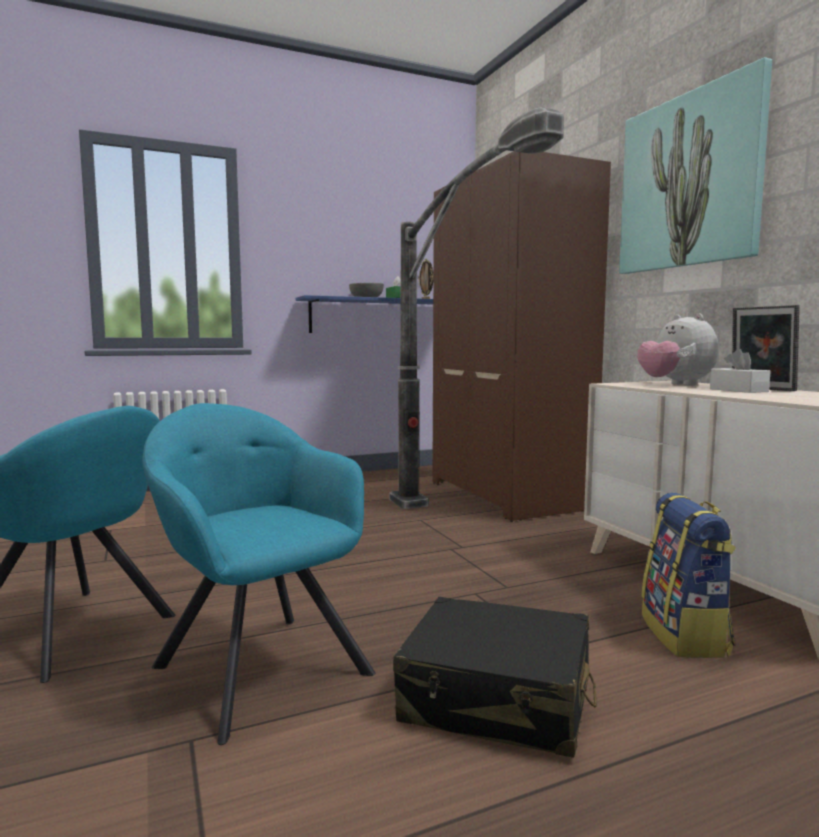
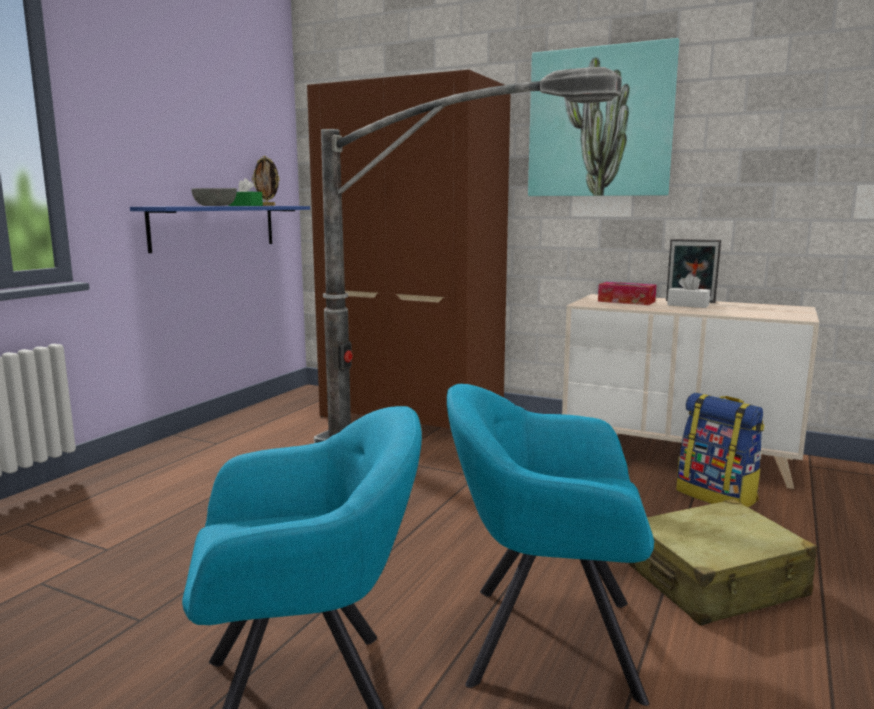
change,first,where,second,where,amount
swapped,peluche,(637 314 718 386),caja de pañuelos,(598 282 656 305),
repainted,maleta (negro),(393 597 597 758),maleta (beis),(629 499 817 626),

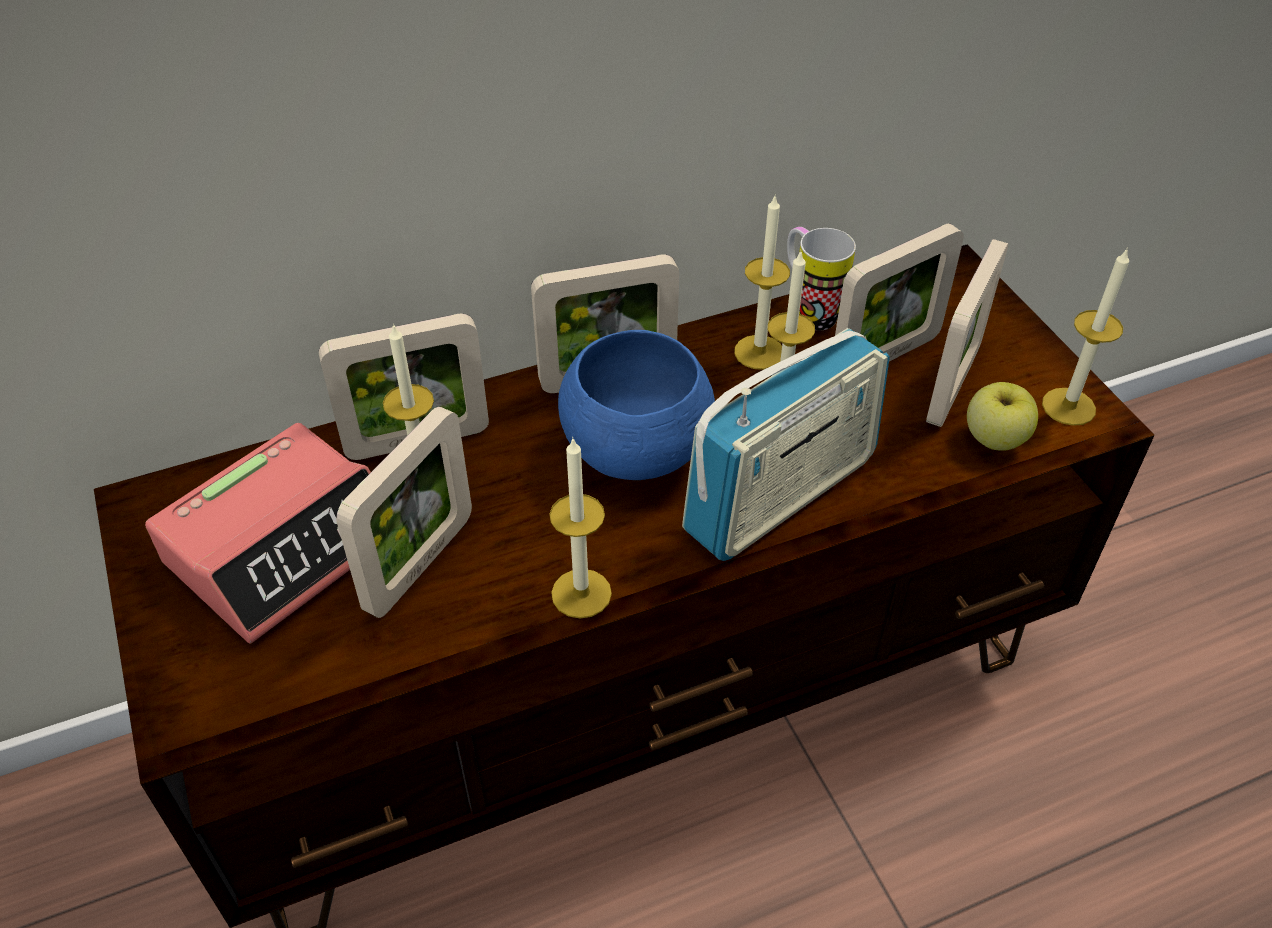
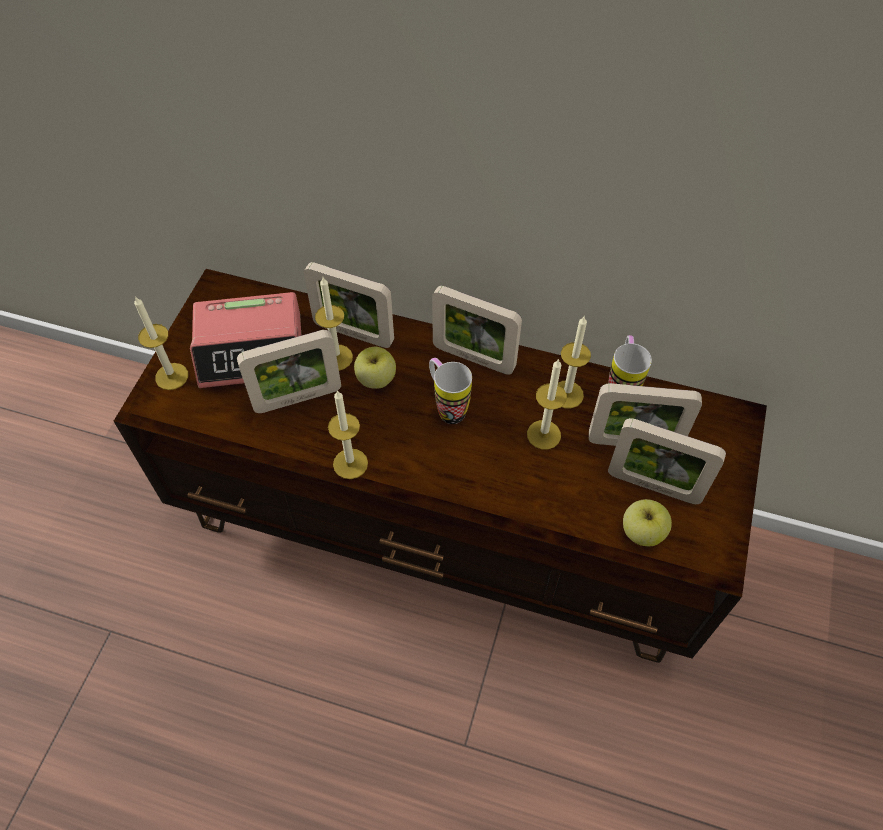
change,first,where,second,where,amount
rotated,portarretratos,(926 239 1008 427),,(608 418 726 504),45 degrees clockwise
shifted,vela,(1042 247 1129 426),,(134 296 188 390),
gone,radio,(682 328 890 561),,,
swapped,cuenco (azul),(558 330 715 480),taza grande,(429 358 472 424),
new,,,manzana,(354 347 396 389),

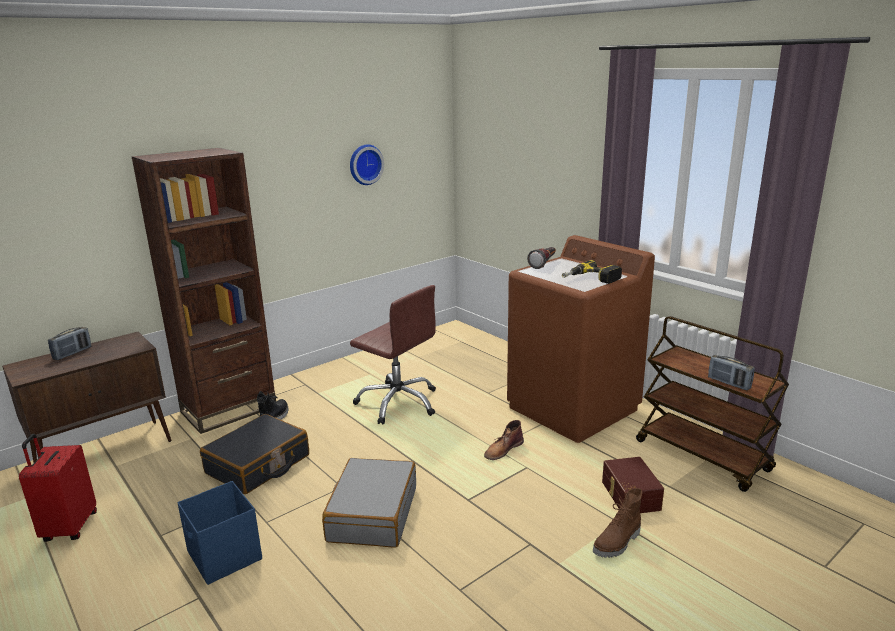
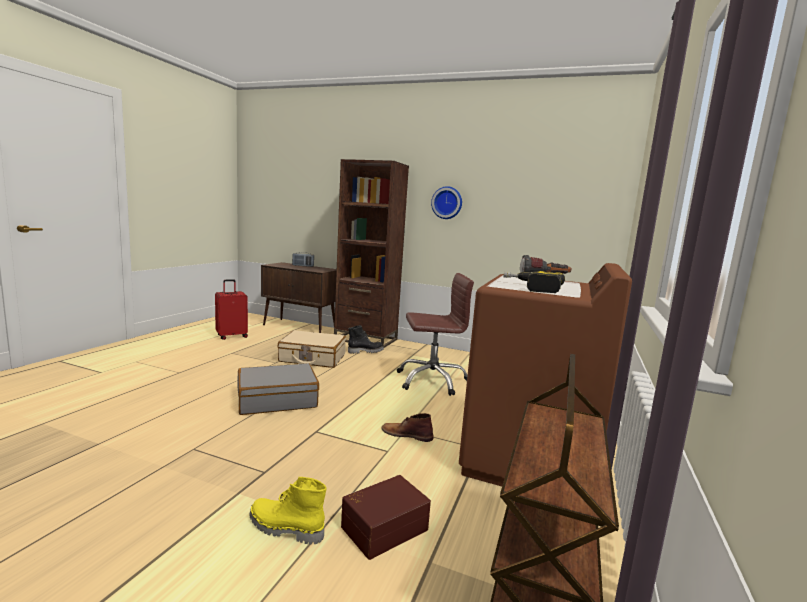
change,first,where,second,where,amount
shifted,reloj de pared,(350 145 384 185),,(431 186 462 219),
rotated,silla de oficina (marrón),(350 285 436 425),,(397 273 474 396),105 degrees counterclockwise
gone,radio,(708 355 755 390),,,
repainted,maleta (negro),(200 414 309 494),maleta (beis),(278 330 346 368),
gone,caja de almacenaje (azul),(177 481 262 585),,,
repainted,bota (marrón),(593 488 642 558),bota (amarillo),(249 477 327 545),

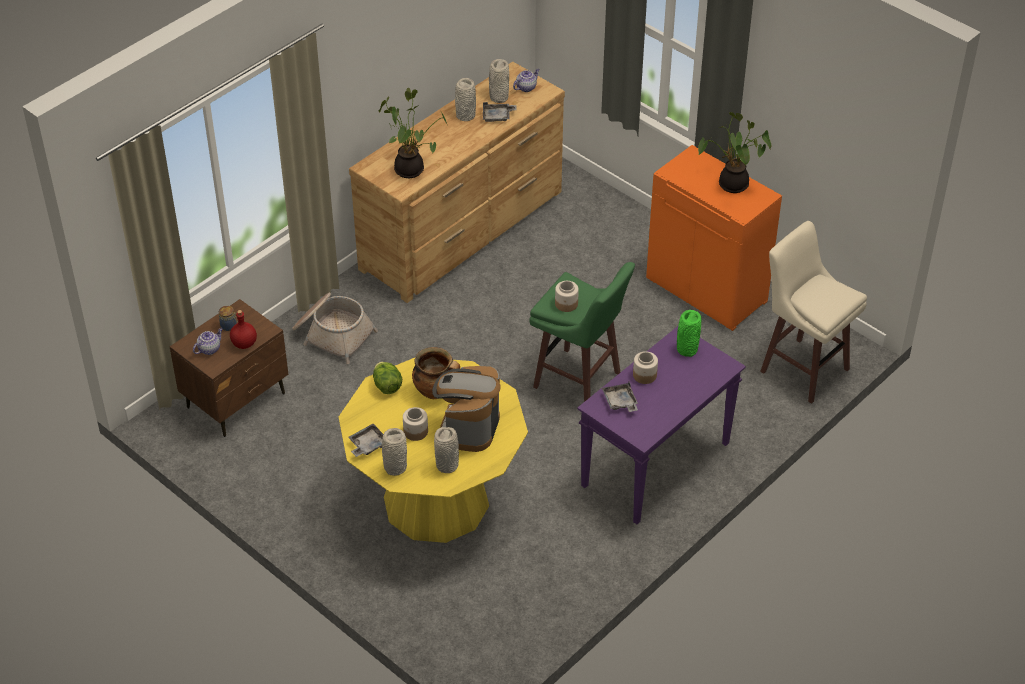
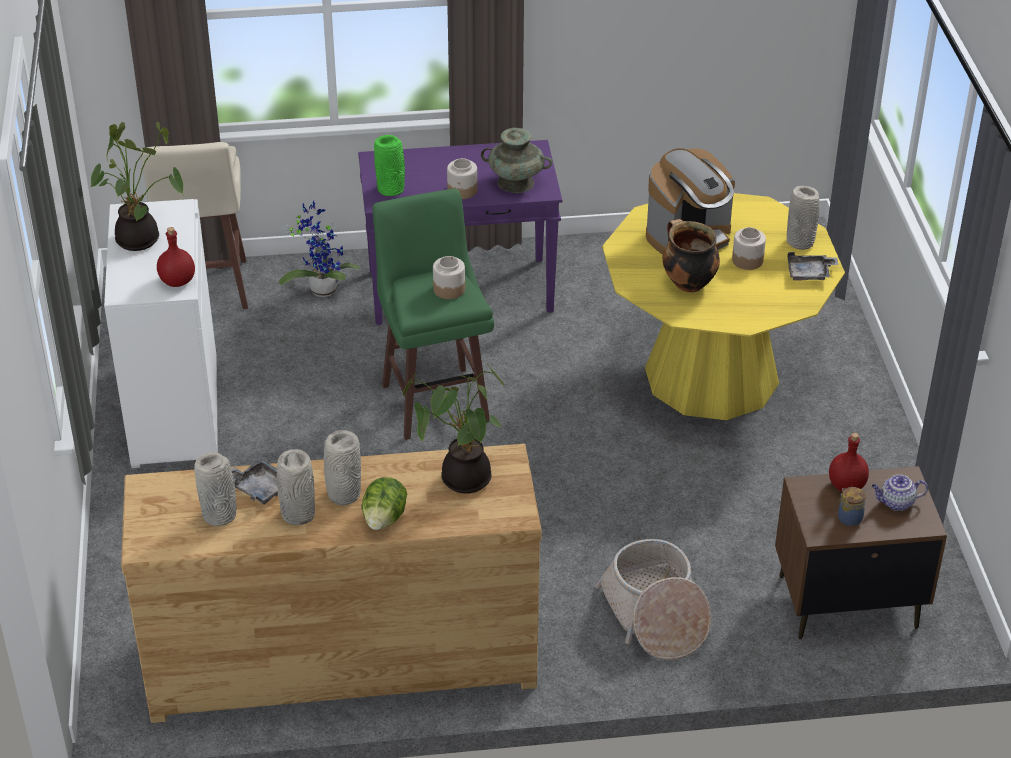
change,first,where,second,where,amount
gone,tetera,(513 69 540 92),,,
repainted,armario (naranja),(646 145 782 331),armario (blanco),(104 199 218 468),
shifted,lechuga,(373 362 402 394),,(362 477 407 530),
swapped,bandeja (gris),(602 382 638 412),florero (turquesa),(481 128 552 193),
shifted,florero (gris),(434 427 459 473),,(324 430 361 505),
new,,,planta en maceta,(279 200 360 297),
new,,,botella (rojo),(157 227 195 287),

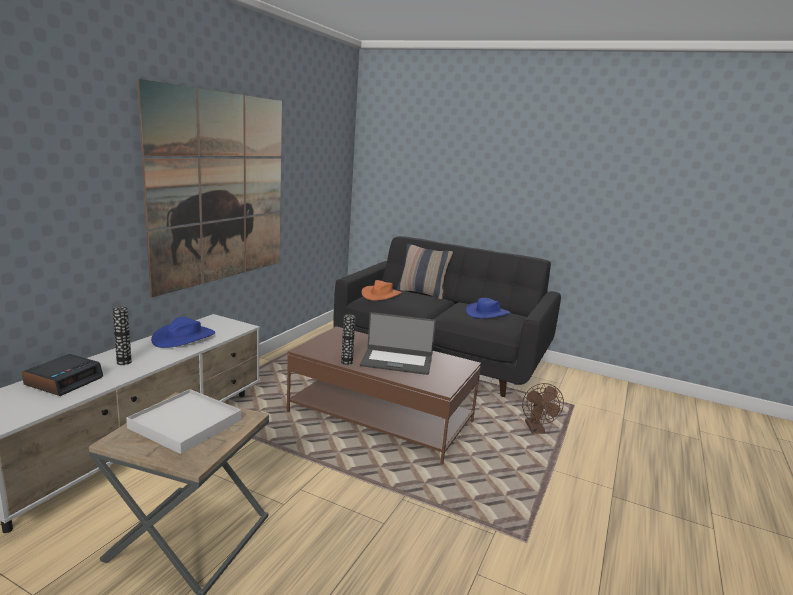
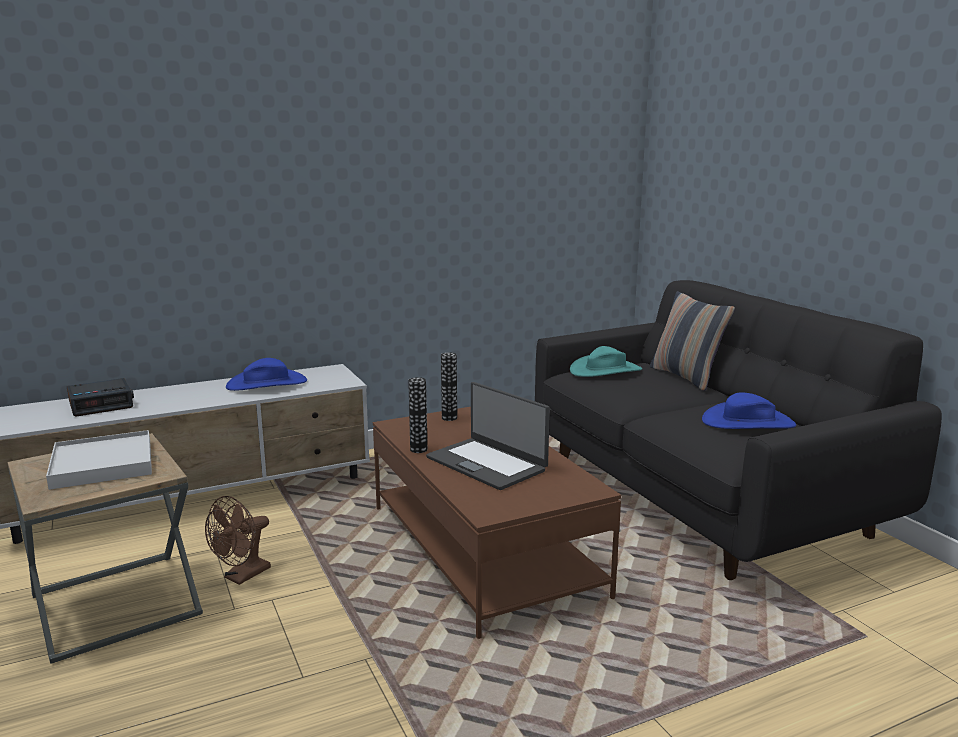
change,first,where,second,where,amount
gone,cuadro,(137 79 282 297),,,
repainted,sombrero (naranja),(361 280 402 301),sombrero (turquesa),(570 346 642 377),
shifted,florero,(112 307 132 365),,(441 353 457 421),
shifted,ventilador (marrón),(522 383 564 434),,(205 496 271 585),

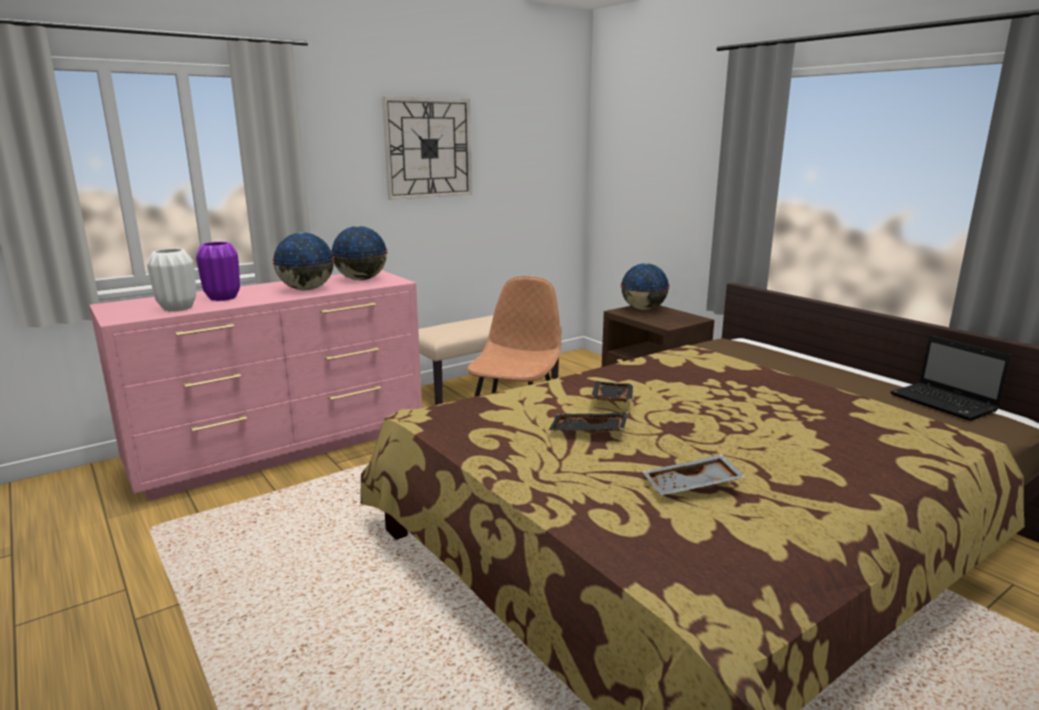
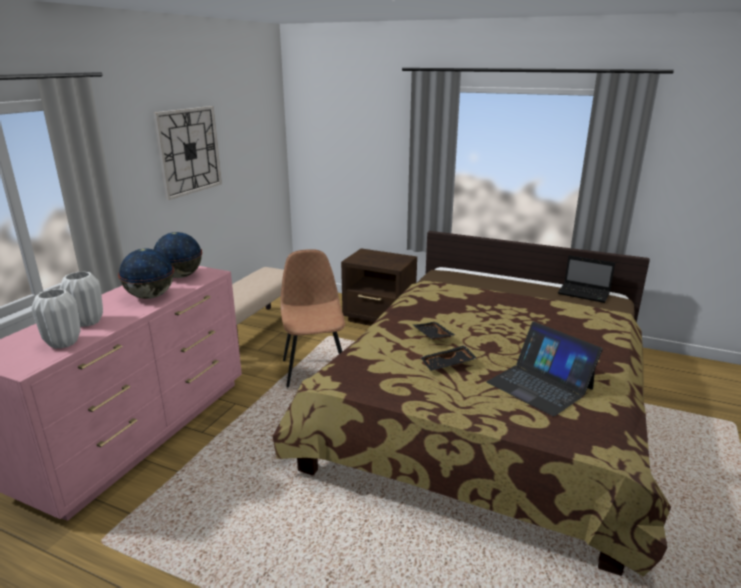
change,first,where,second,where,amount
repainted,florero (morado),(196 242 240 301),florero (blanco),(60 271 103 327),
gone,globo terráqueo,(621 263 670 310),,,
swapped,bandeja (gris),(643 454 746 495),portátil,(487 322 603 416),

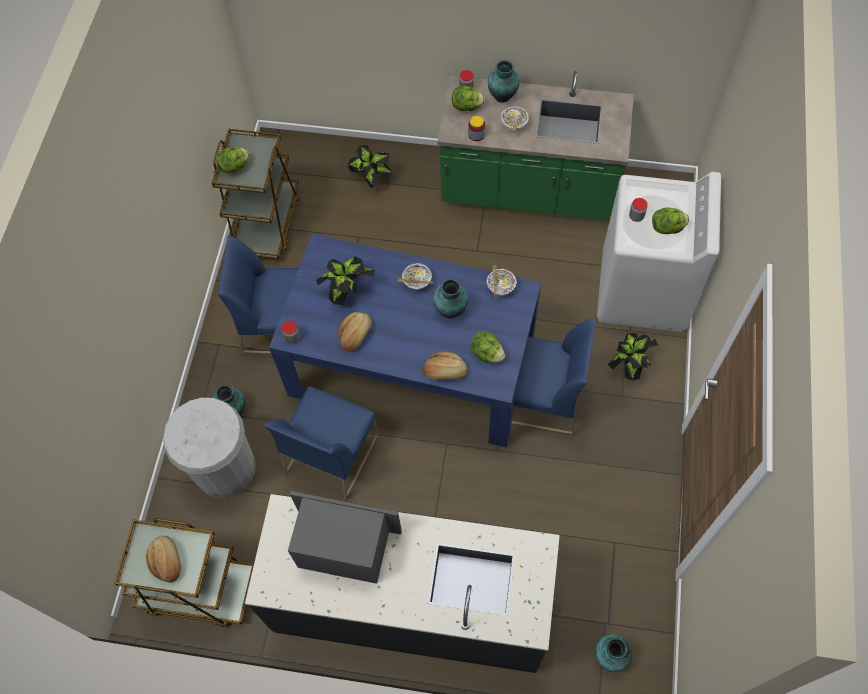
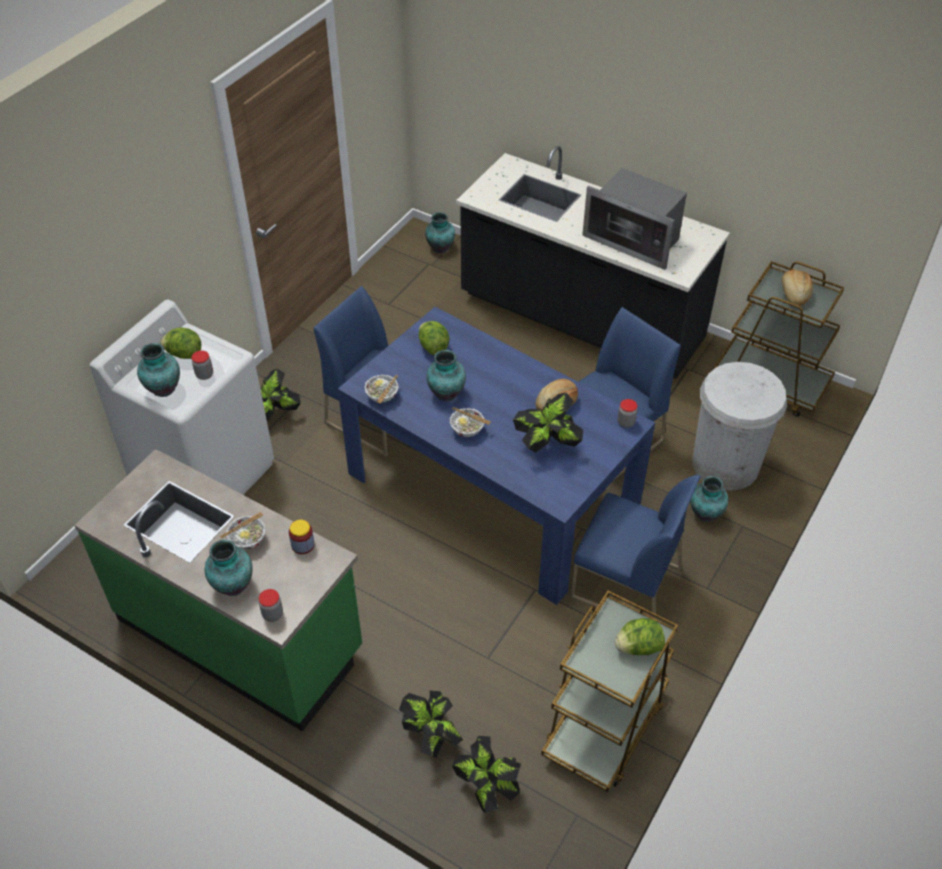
change,first,where,second,where,amount
gone,lechuga,(452 86 485 111),,,
gone,pan,(422 352 467 380),,,
new,,,florero,(137 343 180 397),
new,,,planta en maceta,(452 736 521 813),

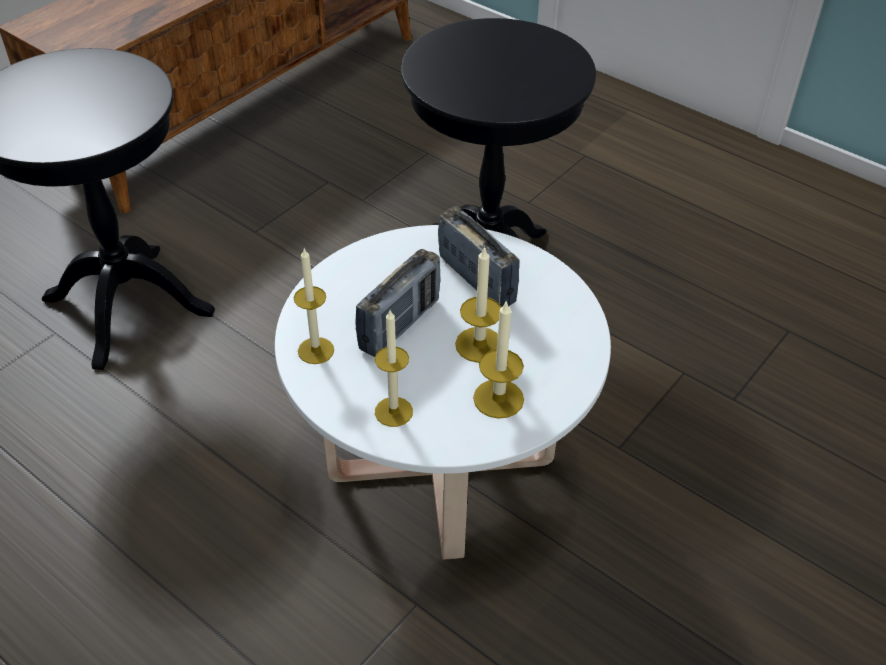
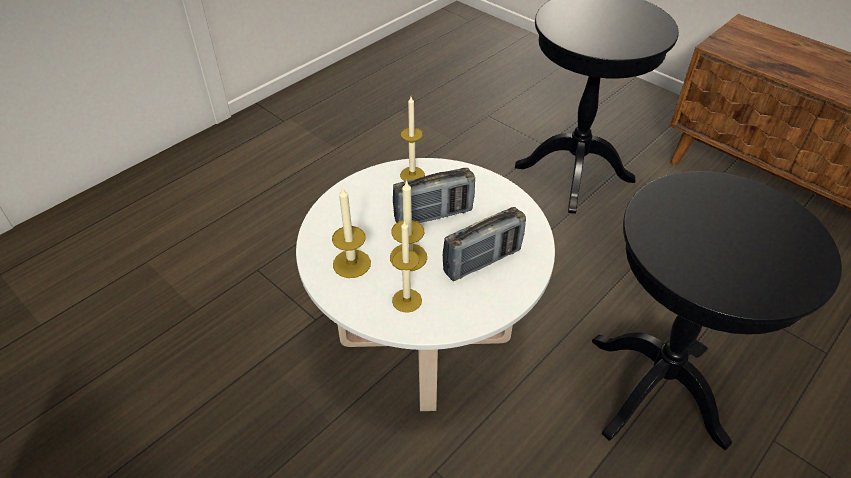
change,first,where,second,where,amount
rotated,radio,(355 249 441 357),,(393 168 475 223),60 degrees counterclockwise
shifted,vela,(375 310 413 427),,(392 220 422 313),

